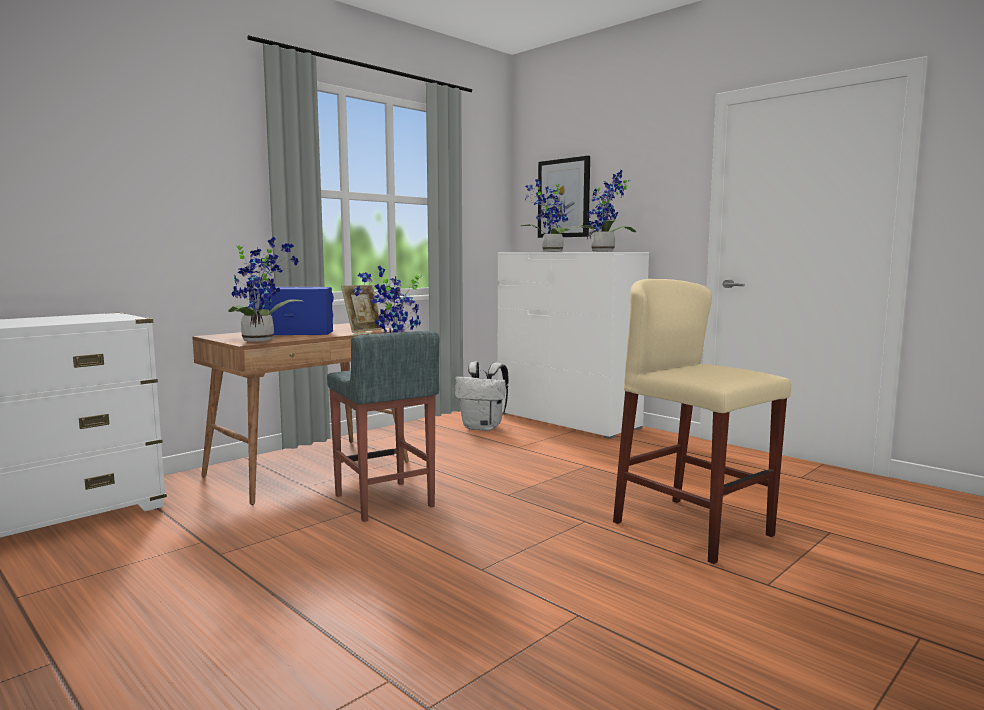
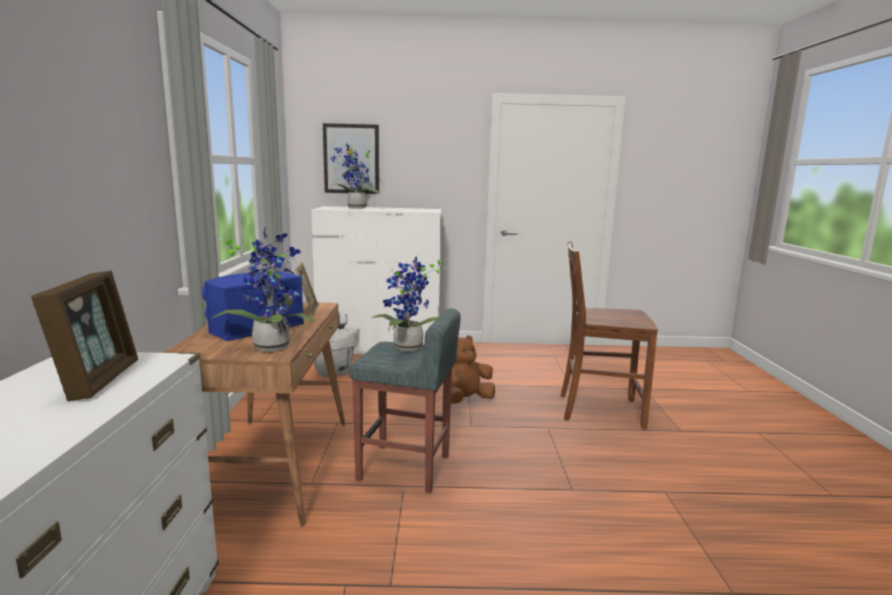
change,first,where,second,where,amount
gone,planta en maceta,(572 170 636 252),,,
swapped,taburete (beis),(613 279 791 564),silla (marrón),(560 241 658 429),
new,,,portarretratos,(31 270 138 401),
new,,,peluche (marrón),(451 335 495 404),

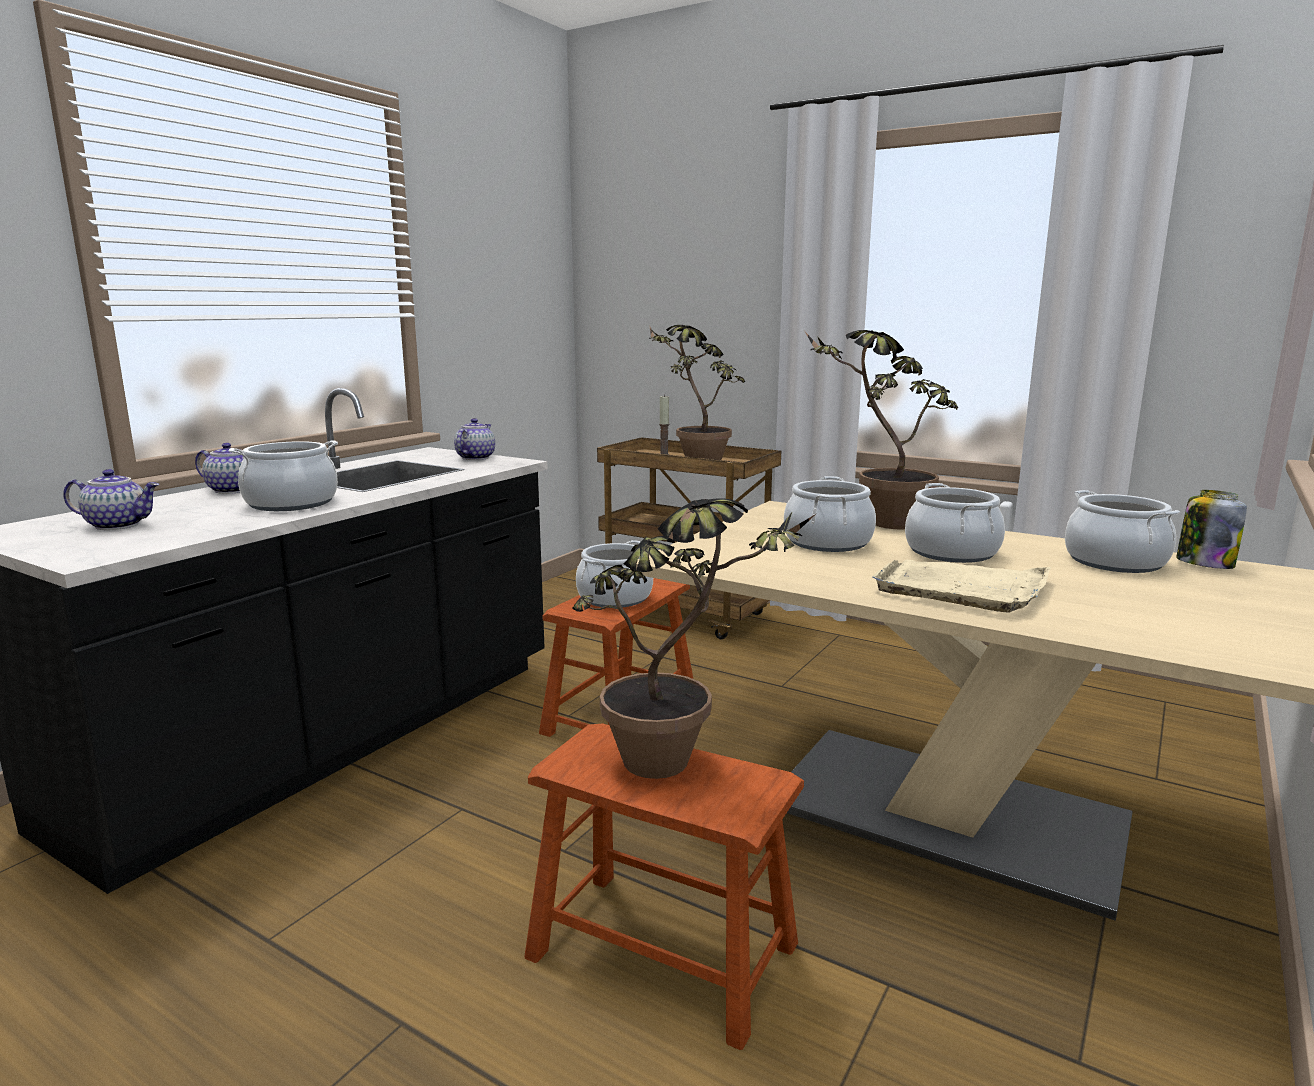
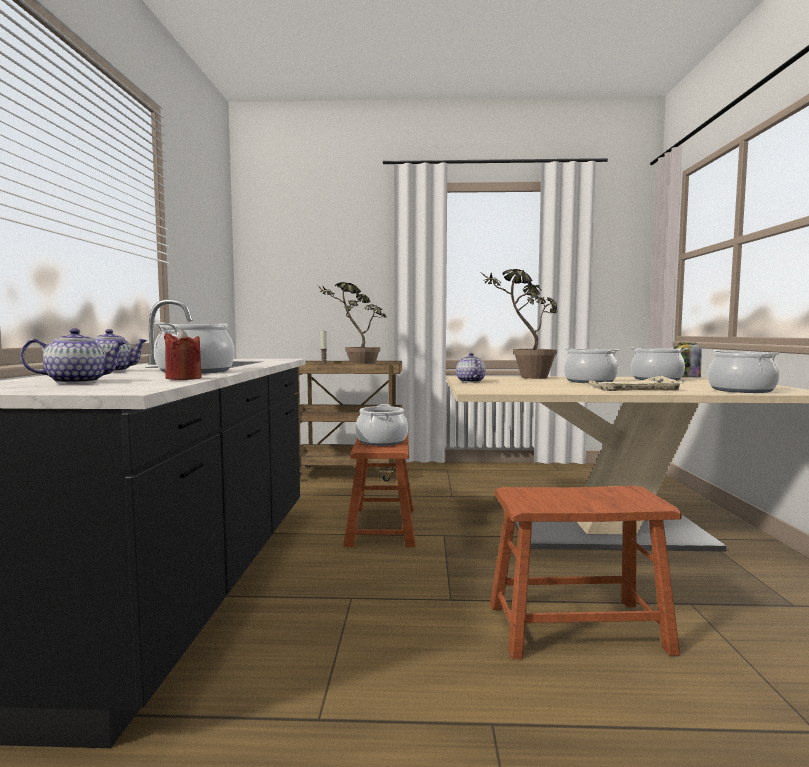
change,first,where,second,where,amount
shifted,tetera,(454 418 495 460),,(456 353 486 383),
shifted,olla,(784 476 876 552),,(708 350 779 393),
gone,planta en maceta,(572 498 816 779),,,
new,,,vela (rojo),(164 329 202 380),

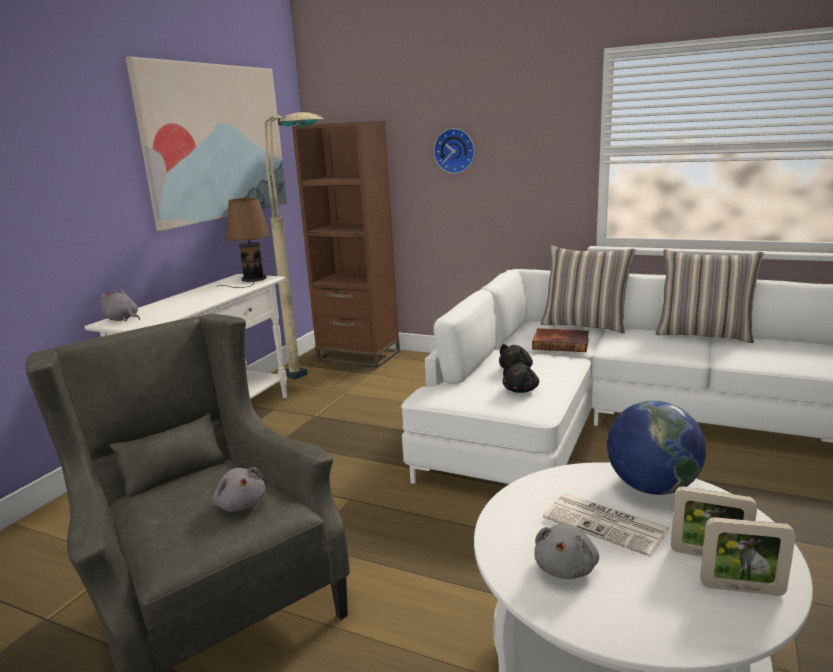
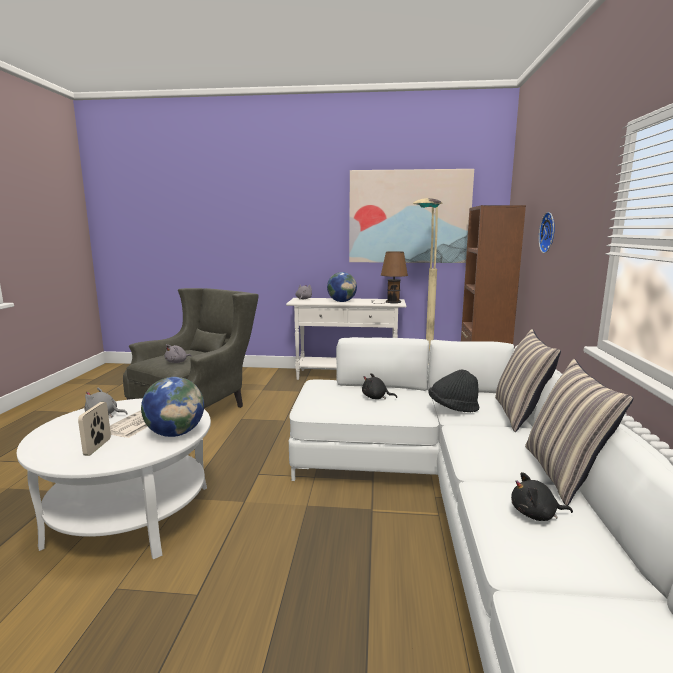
change,first,where,second,where,amount
swapped,libro,(532 328 589 352),sombrero (negro),(429 369 479 412),
shifted,peluche (negro),(503 364 539 393),,(511 472 573 521),
gone,portarretratos,(700 517 796 596),,,
new,,,globo terráqueo,(327 272 357 302),

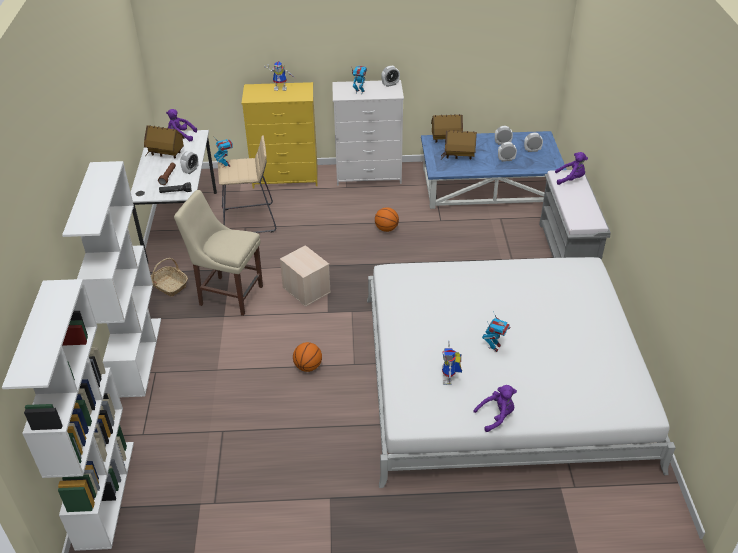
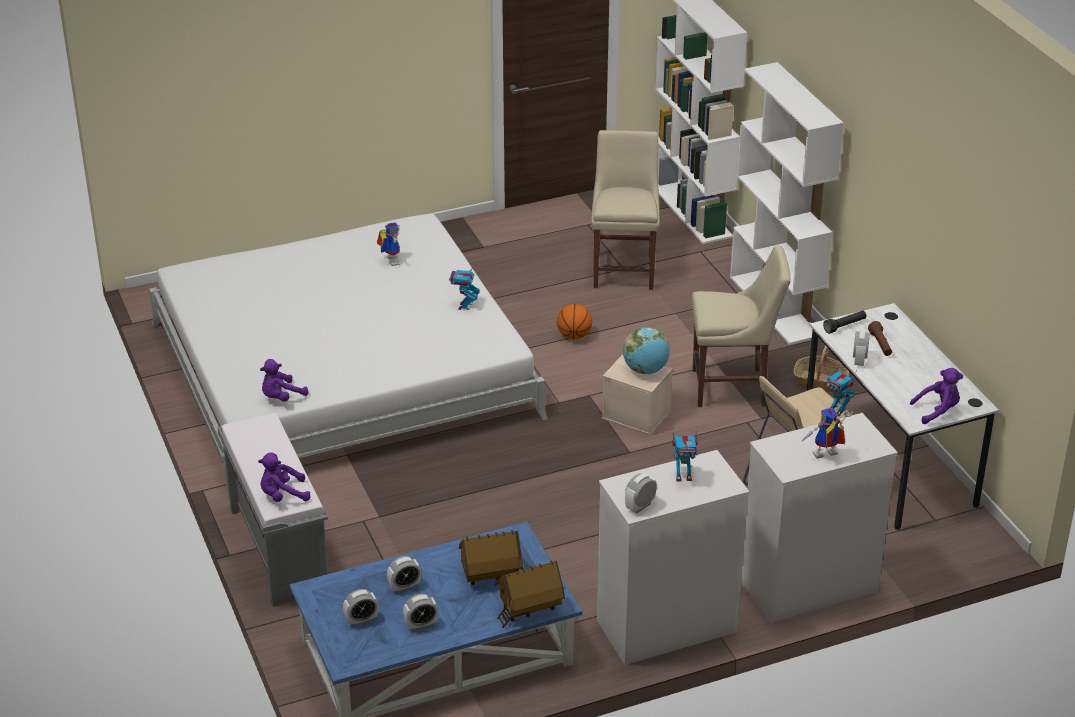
change,first,where,second,where,amount
repainted,cómoda (amarillo),(242 82 318 188),cómoda (blanco),(741 413 898 623),
gone,casita,(144 125 185 159),,,
gone,balón de baloncesto,(375 207 399 232),,,
shifted,robot de juguete,(482 311 510 352),,(449 266 480 310),
shifted,peluche (morado),(473 385 517 432),,(260 359 309 402),
new,,,silla (beis),(591 130 660 290),
new,,,globo terráqueo,(623 327 670 374),

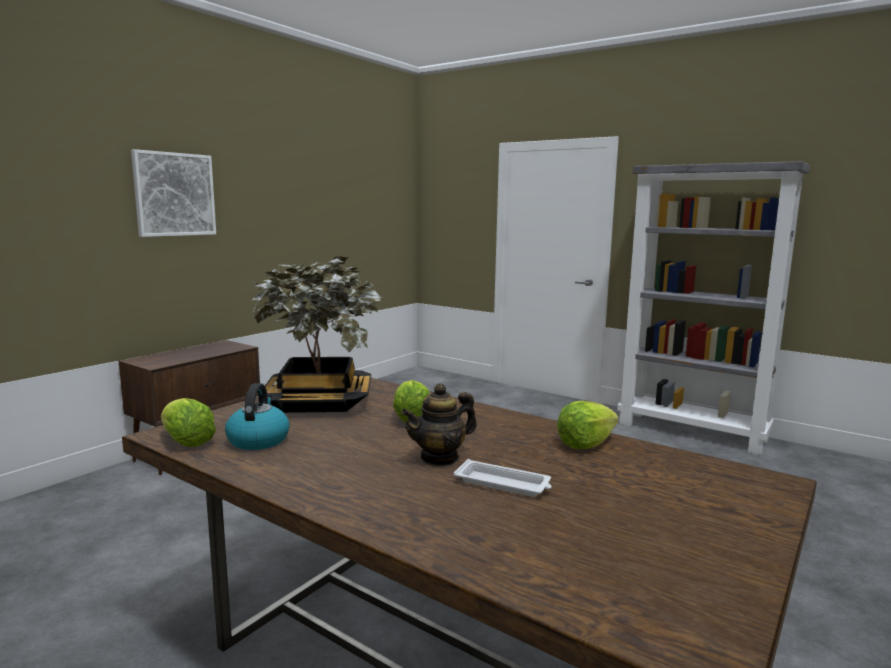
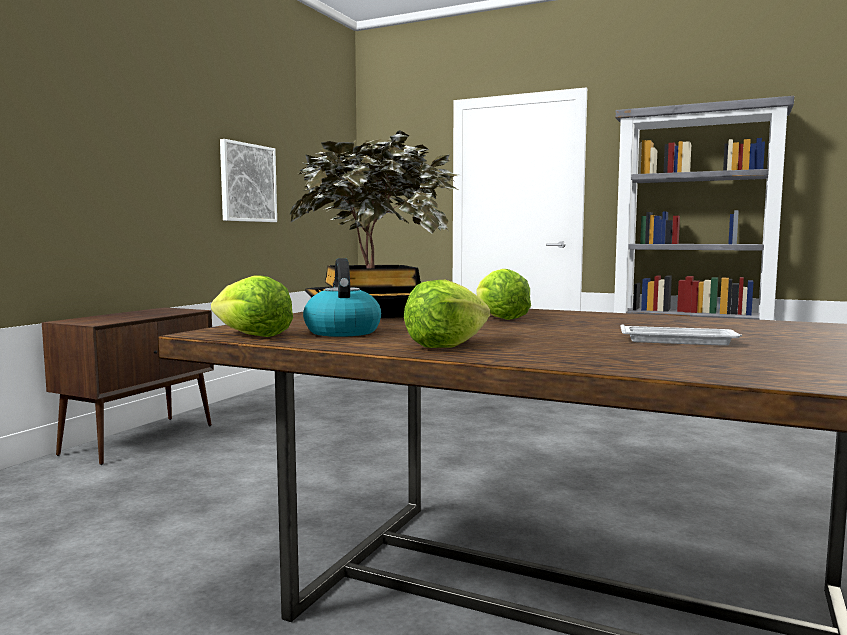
change,first,where,second,where,amount
shifted,cuadro,(131 149 216 237),,(220 139 277 222),
gone,tetera,(401 383 477 466),,,
shifted,lechuga,(557 401 619 449),,(404 280 490 348),

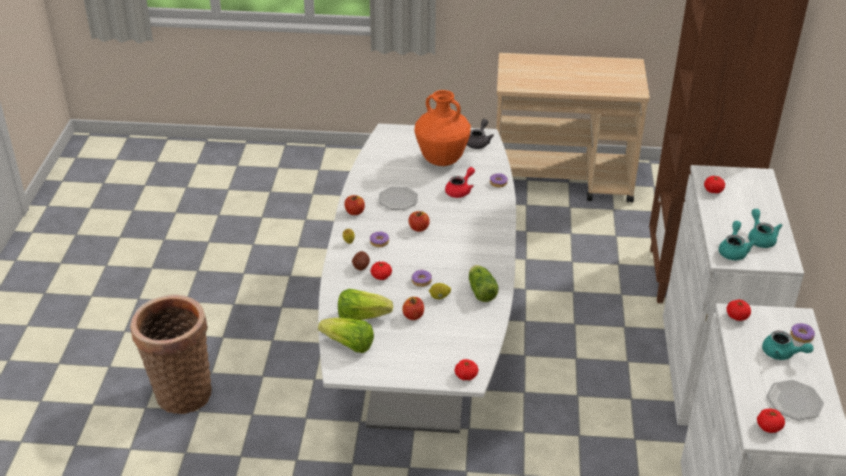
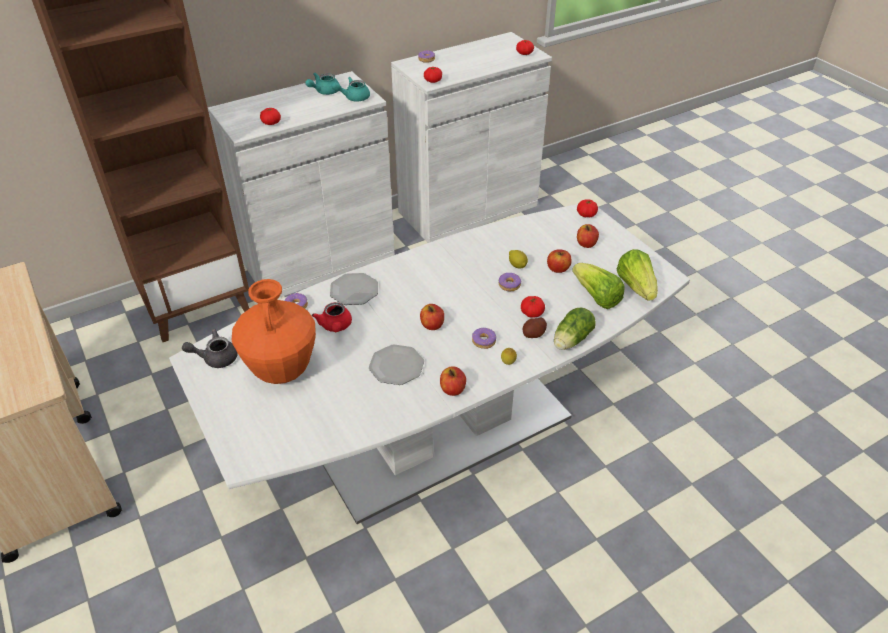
change,first,where,second,where,amount
rotated,tetera (rojo),(445 167 475 198),,(312 302 352 332),105 degrees counterclockwise
shifted,lechuga,(469 265 498 302),,(554 308 596 350),
gone,cesta,(130 294 212 414),,,
gone,tetera (turquesa),(762 331 814 360),,,
shifted,plato,(767 380 824 420),,(330 273 378 305),
new,,,manzana,(577 224 599 248),

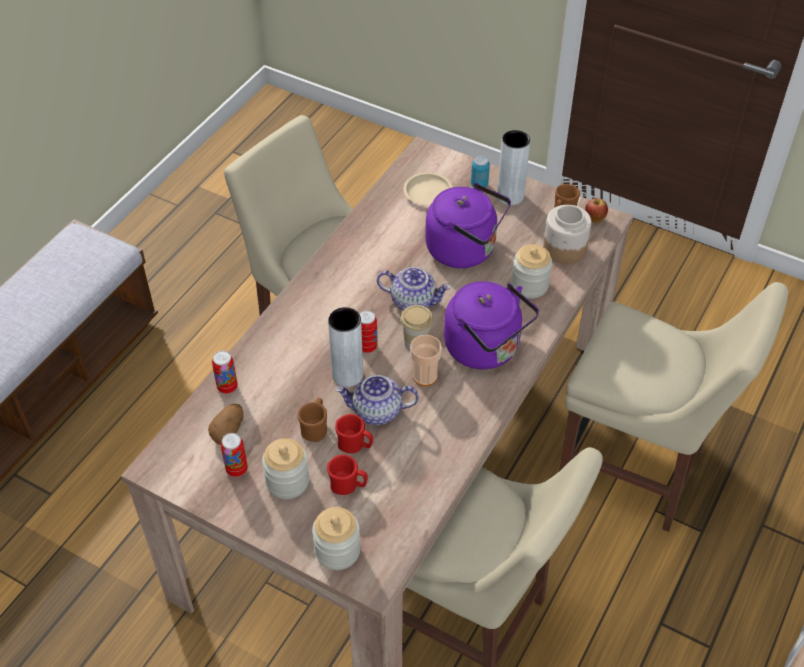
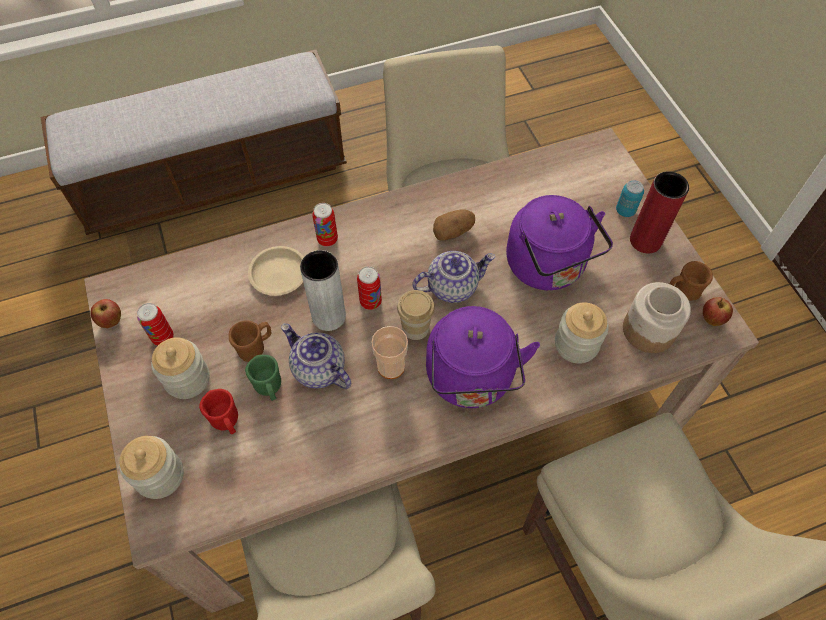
change,first,where,second,where,amount
repainted,florero (gris),(497 130 530 205),florero (rojo),(630 171 689 253),
shifted,plato (beis),(404 173 453 206),,(248 246 304 296),
rotated,tetera,(377 267 451 310),,(412 251 495 303),75 degrees counterclockwise
shifted,lata,(212 351 238 394),,(312 203 338 247),
shifted,patata,(208 404 244 445),,(433 209 475 240),
repainted,taza grande (rojo),(335 414 373 453),taza grande (verde),(245 355 281 401),
new,,,manzana,(91 299 121 328),

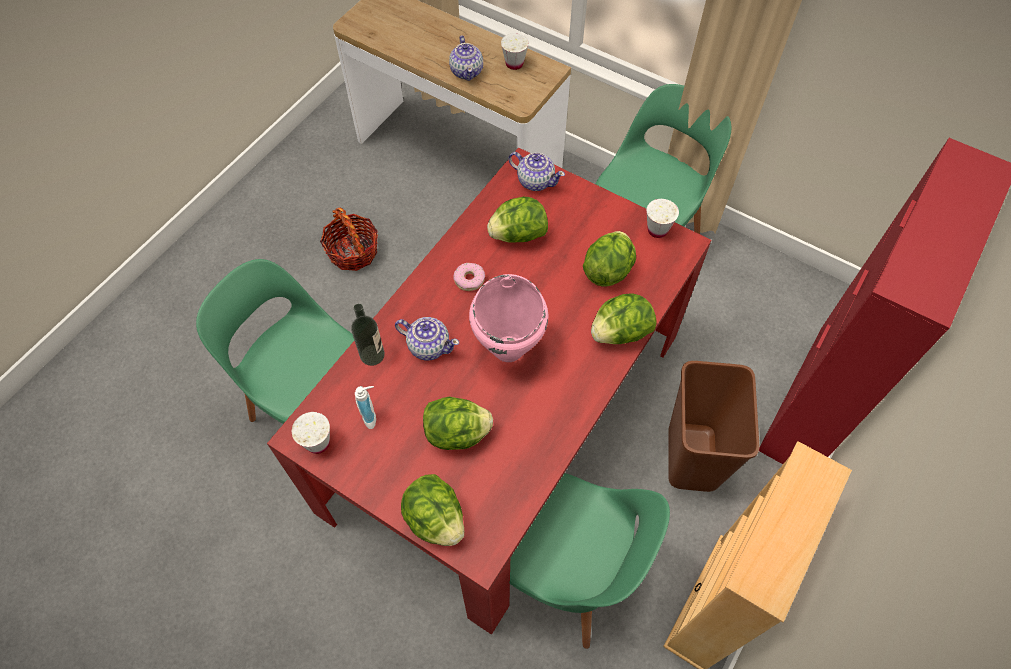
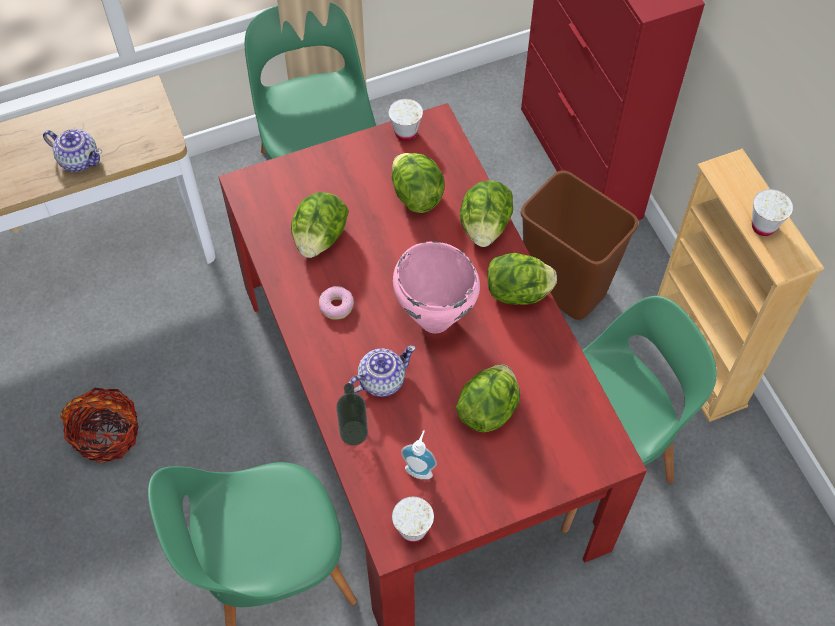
change,first,where,second,where,amount
shifted,taza (blanco),(501 33 529 70),,(752 189 793 236),
gone,tetera,(509 152 565 191),,,
shifted,lechuga,(401 474 464 546),,(487 253 557 305),

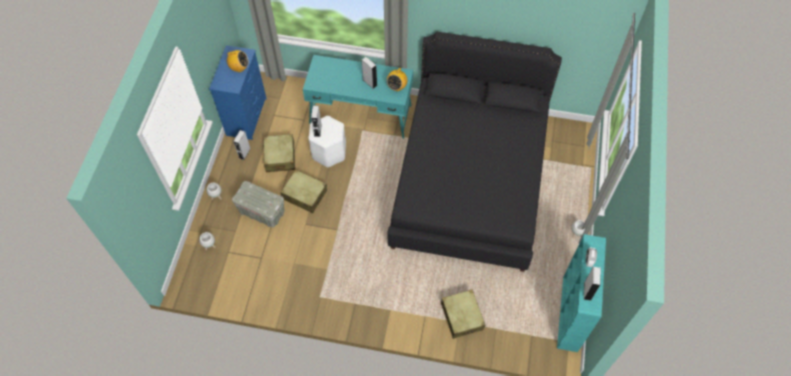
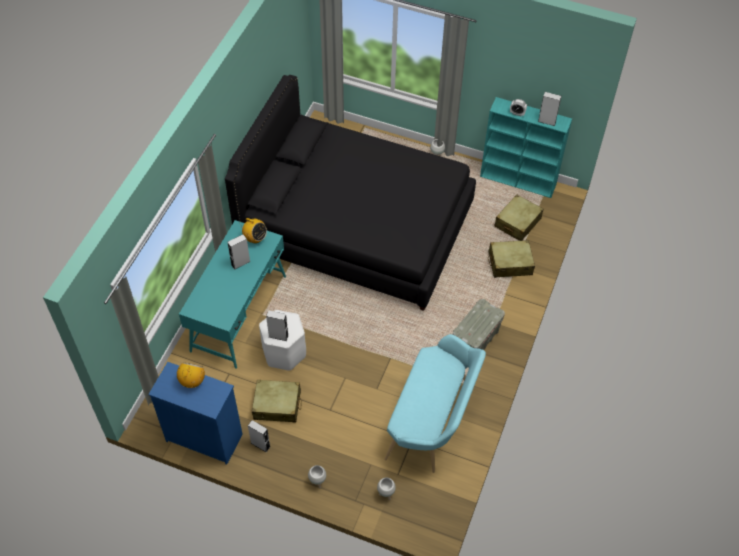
change,first,where,second,where,amount
shifted,maleta (beis),(281 170 327 213),,(494 194 543 241),
shifted,caja de almacenaje (gris),(232 181 285 227),,(453 299 505 350),
new,,,banco (turquesa),(384 334 486 473),

